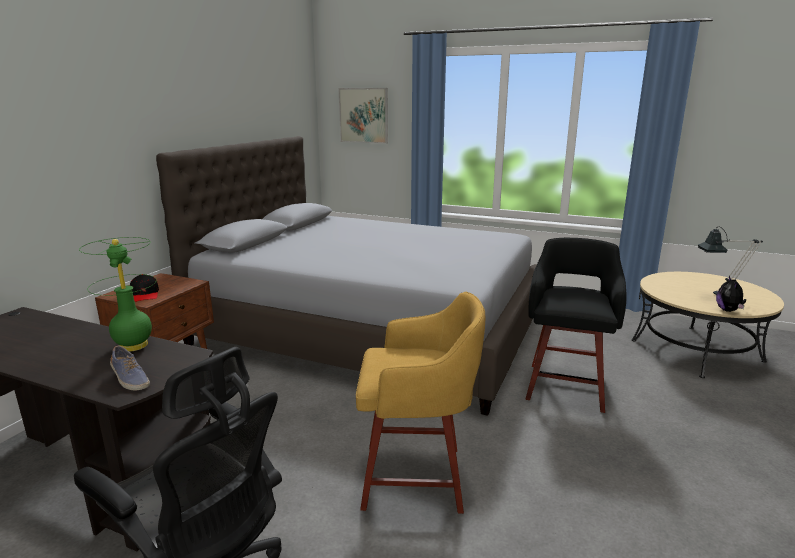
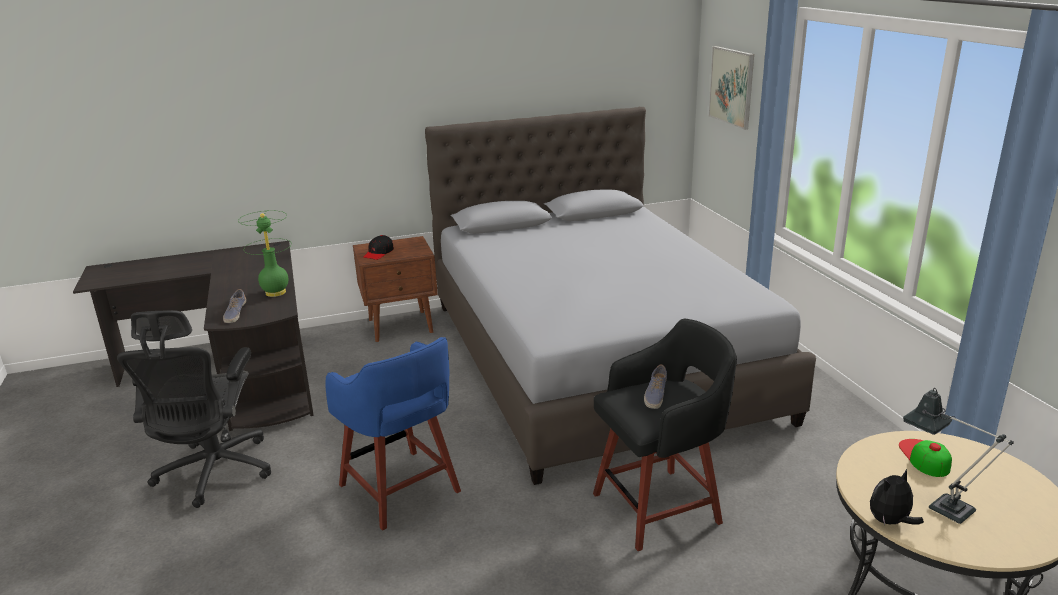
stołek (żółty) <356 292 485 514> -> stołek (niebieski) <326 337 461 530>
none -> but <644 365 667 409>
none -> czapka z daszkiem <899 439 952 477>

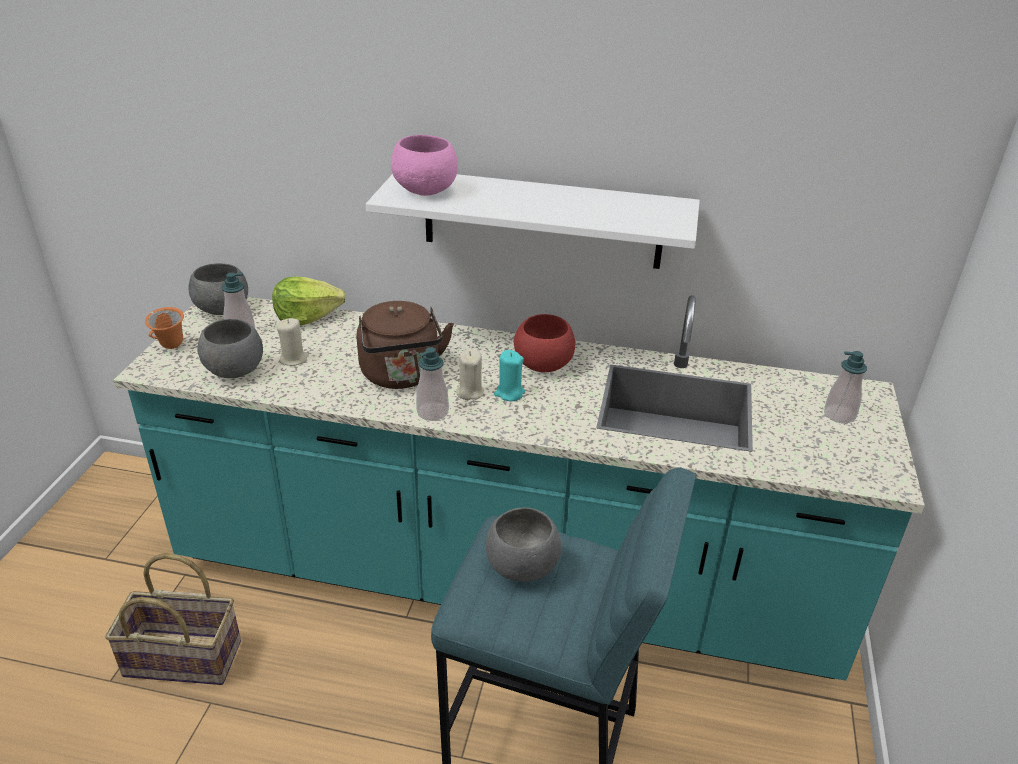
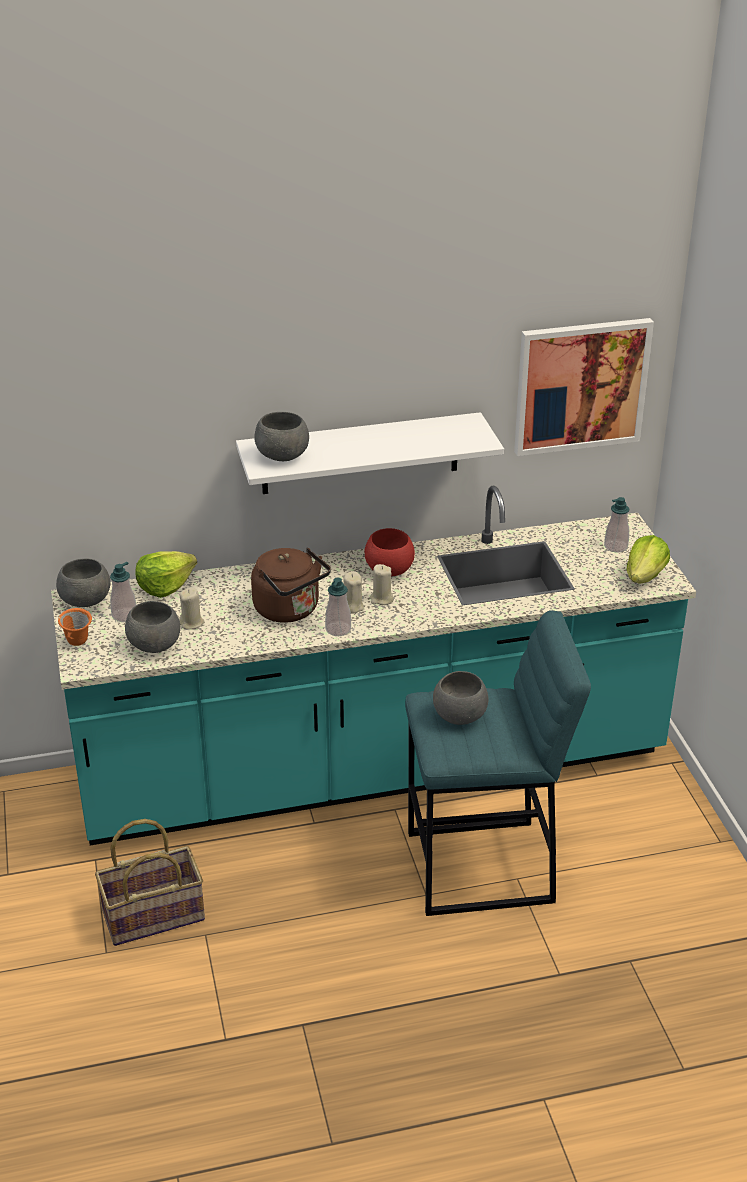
miska (różowy) <391 135 458 196> -> miska (szary) <254 412 309 461>
świeca (turkusowy) <494 350 525 401> -> świeca (beżowy) <370 564 394 605>
none -> obraz <514 318 654 456>
none -> sałata <627 535 670 583>

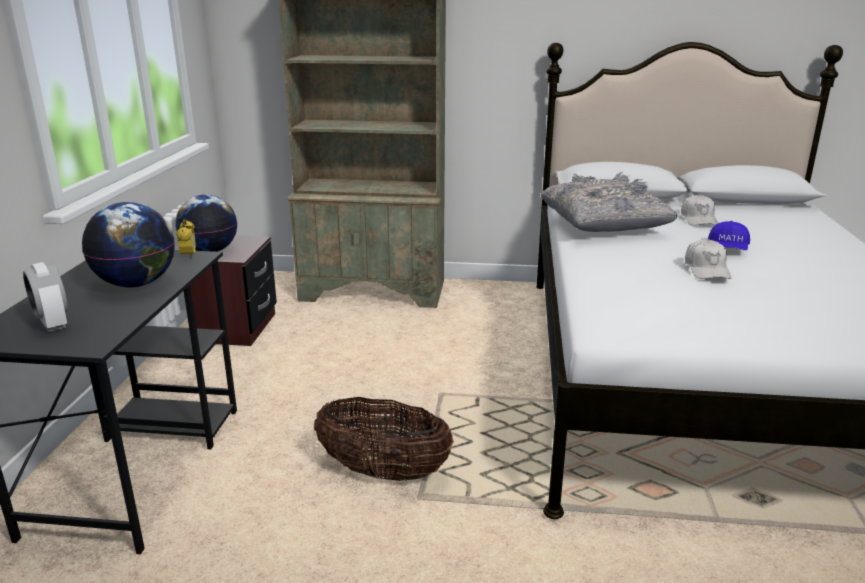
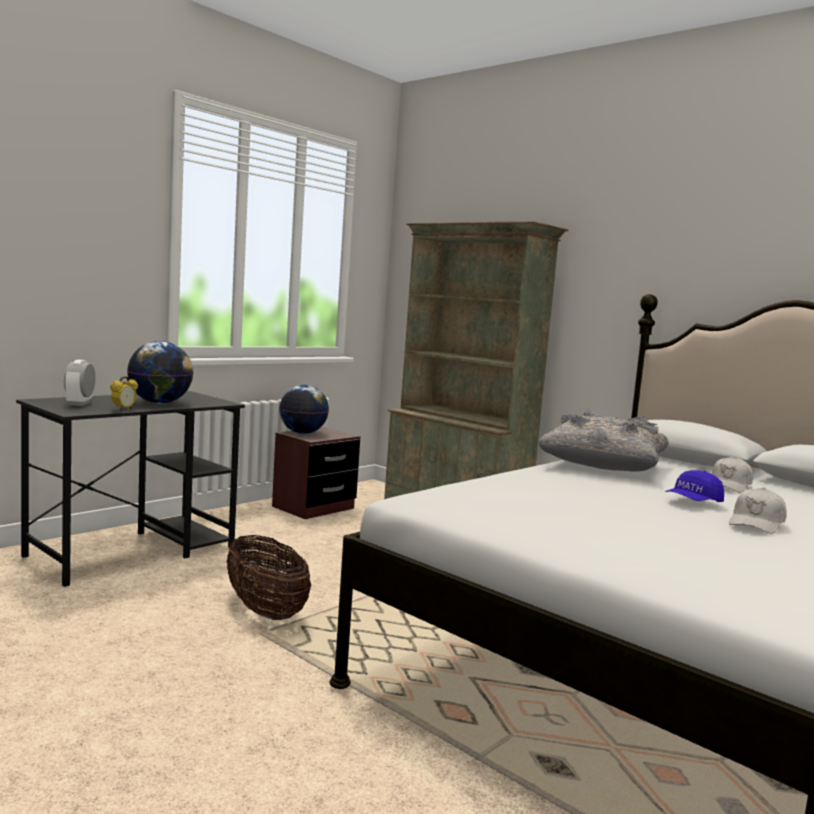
budzik <176 219 196 259> -> budzik <110 376 138 410>, moved
czapka z daszkiem (biały) <685 239 731 279> -> czapka z daszkiem (biały) <729 487 787 534>, moved

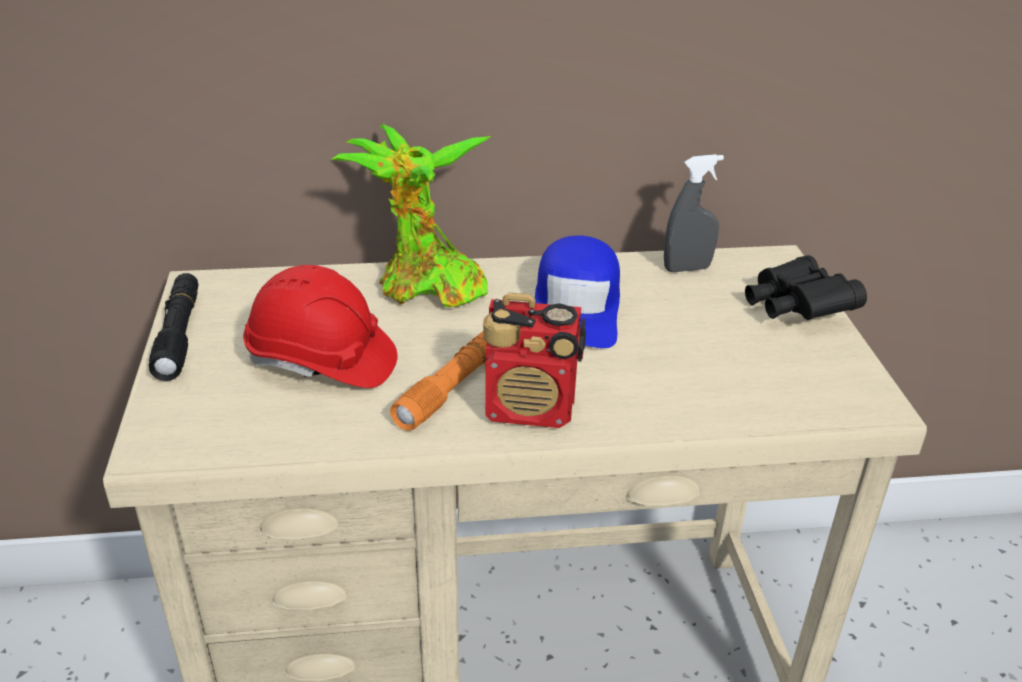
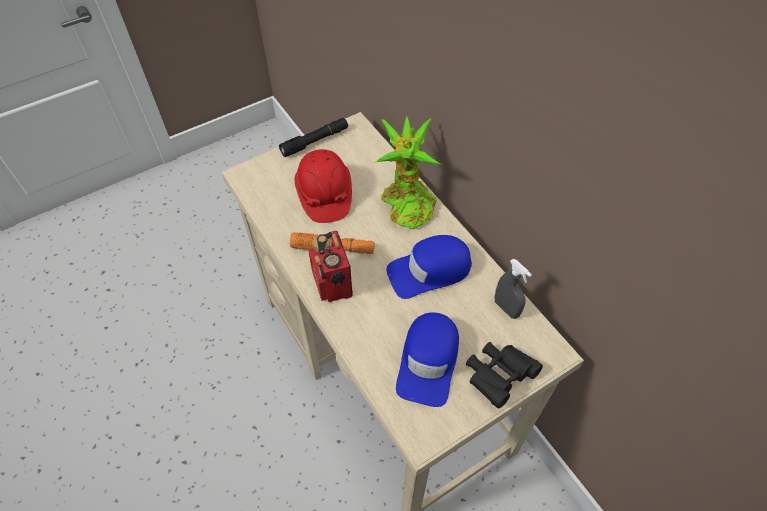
none -> czapka z daszkiem (niebieski) <396 312 459 407>

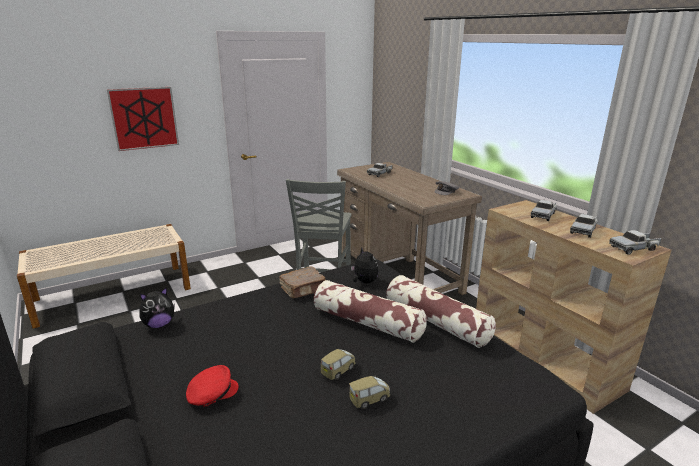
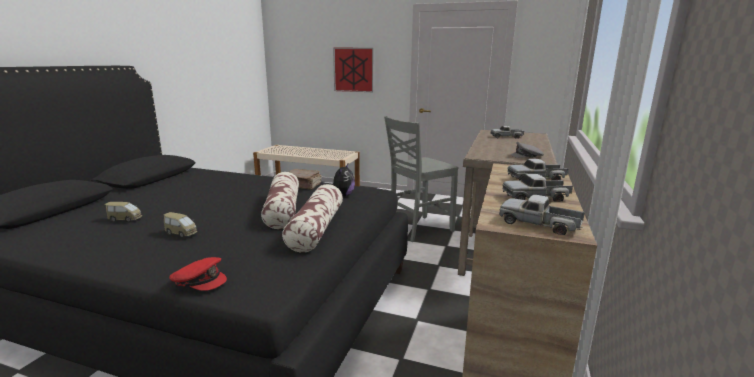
pluszak <140 288 175 328> -> none
czapka z daszkiem (czerwony) <186 365 239 407> -> czapka z daszkiem (czerwony) <169 257 227 291>, moved
samochodzik <321 349 356 380> -> samochodzik <105 202 142 222>, moved

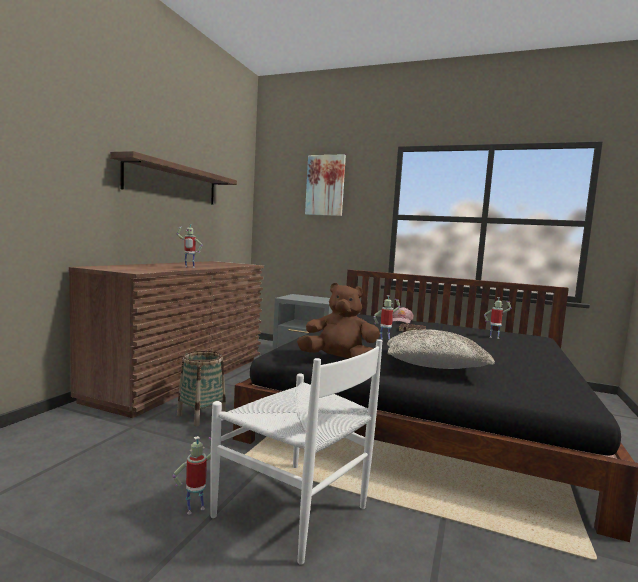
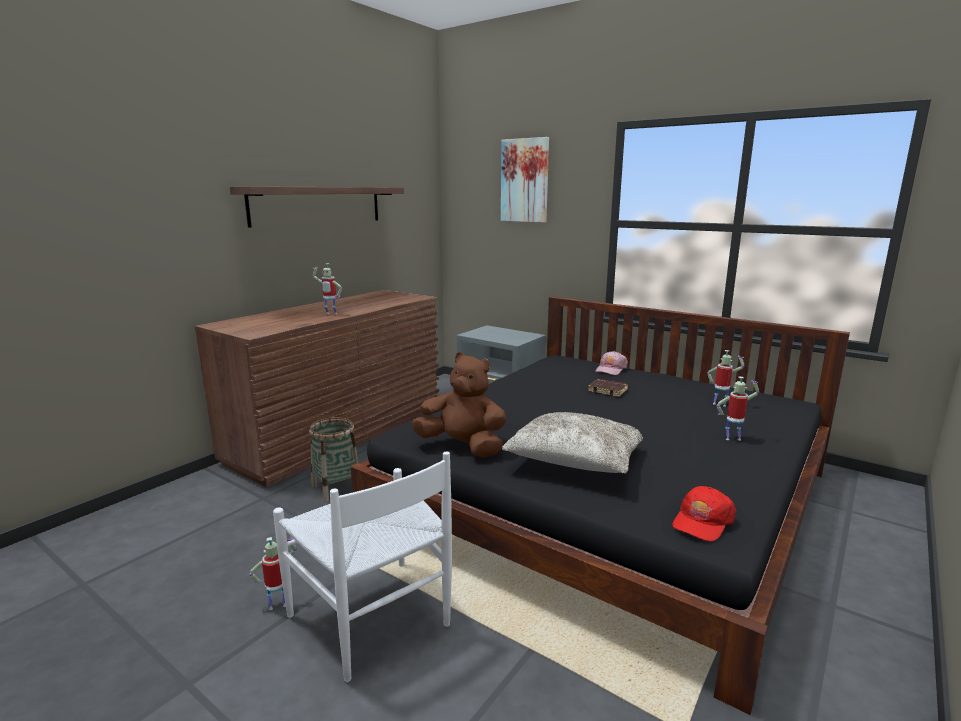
robot zabawkowy <373 296 400 342> -> robot zabawkowy <717 377 759 441>, moved
none -> czapka z daszkiem (czerwony) <673 486 736 541>

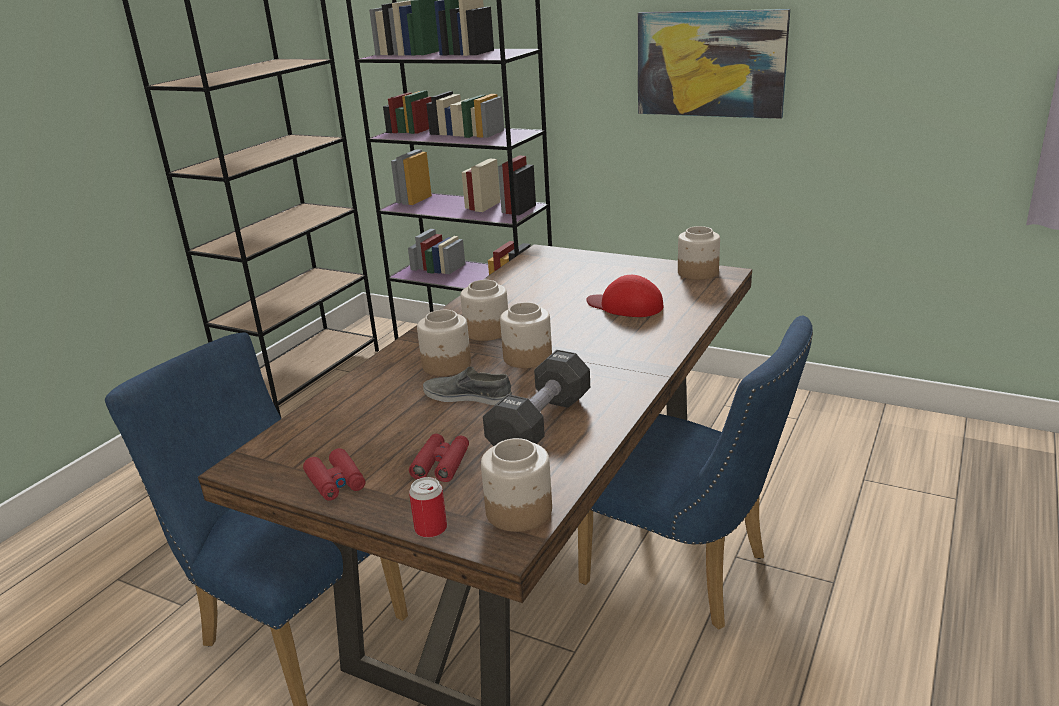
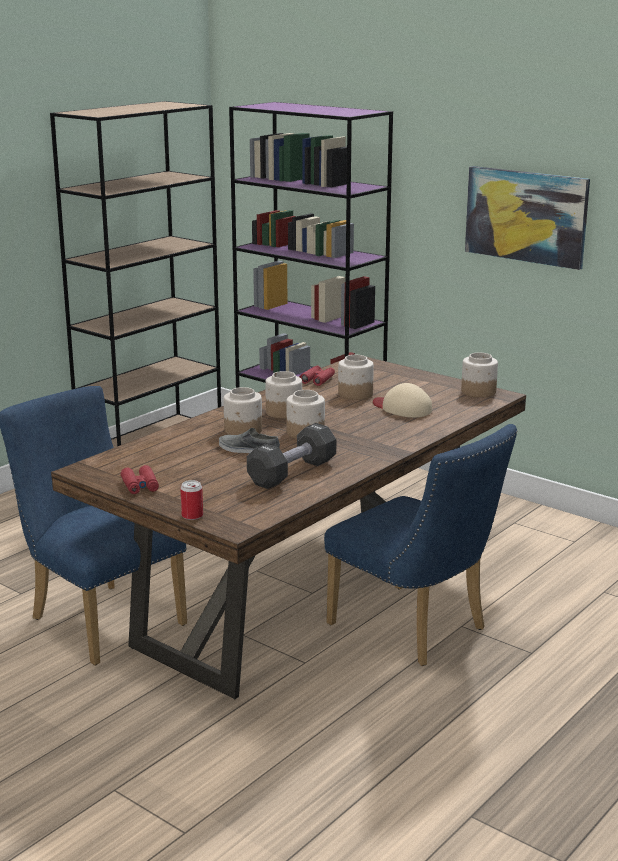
lornetka (czerwony) <409 434 469 482> -> lornetka (czerwony) <300 366 335 386>, moved
słoik <481 438 552 532> -> słoik <338 355 374 400>, moved
czapka z daszkiem (czerwony) <586 275 663 317> -> czapka z daszkiem (beżowy) <373 383 432 418>

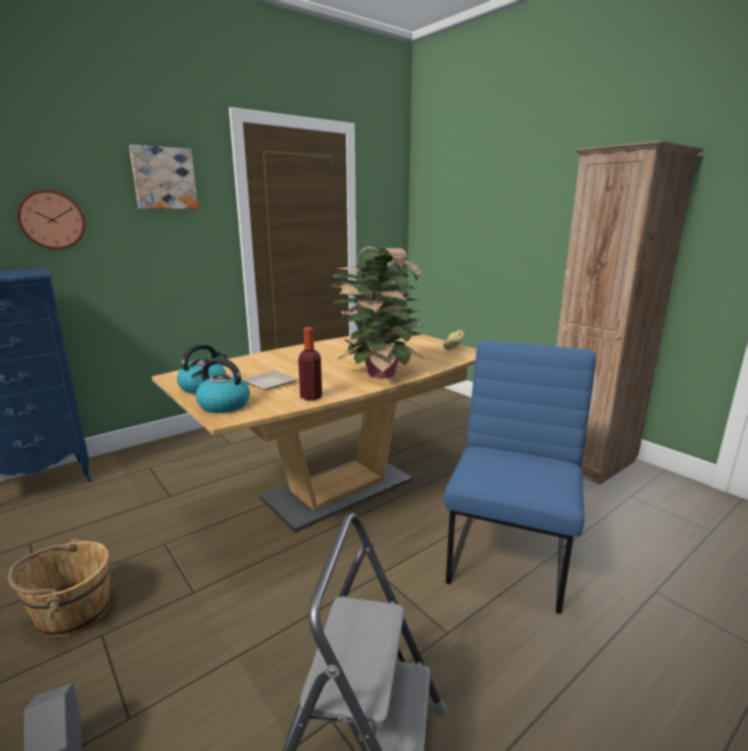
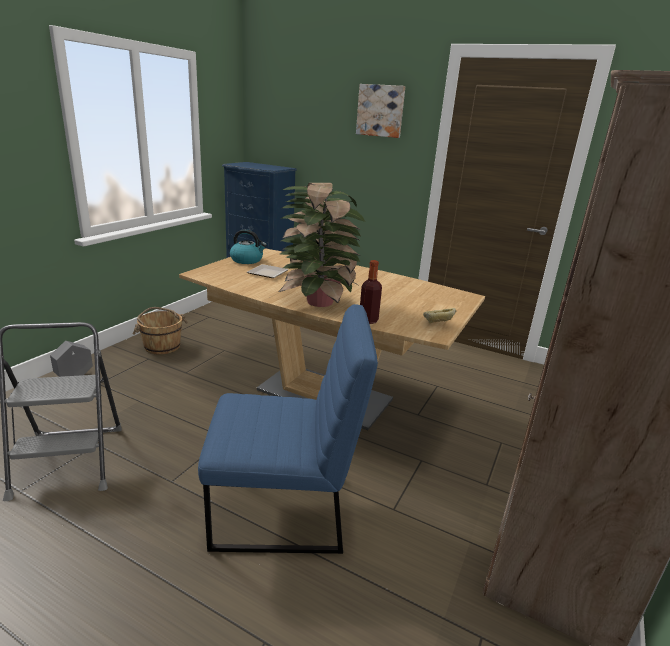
zegar ścienny <16 190 85 250> -> none
czajnik <191 358 250 413> -> none
butelka <298 327 322 400> -> butelka <360 260 382 324>, moved

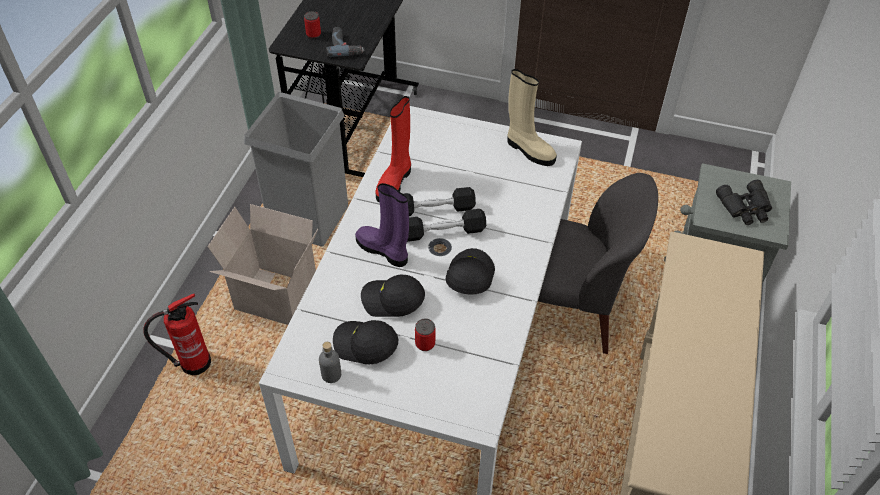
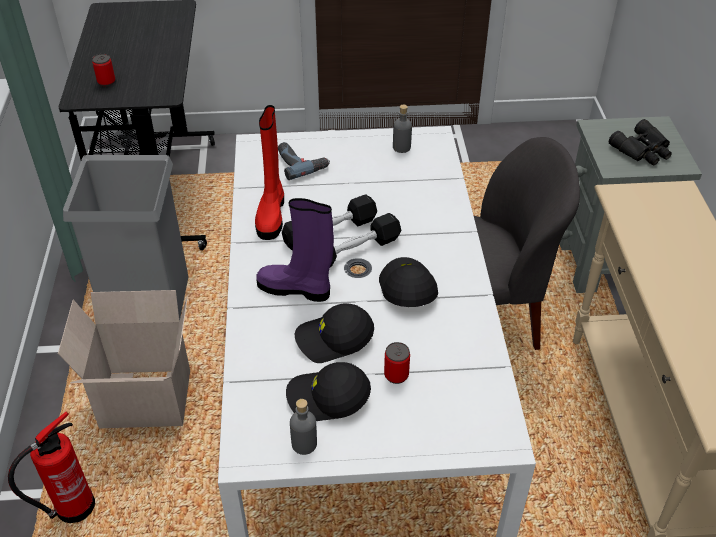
wiertarka <327 27 364 57> -> wiertarka <278 142 330 180>, moved
but z cholewką (beżowy) <507 69 557 166> -> butelka (szary) <393 104 412 153>

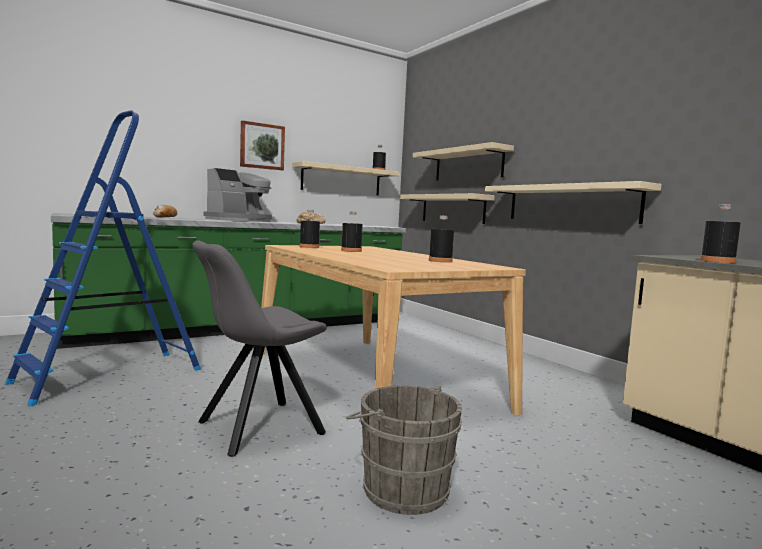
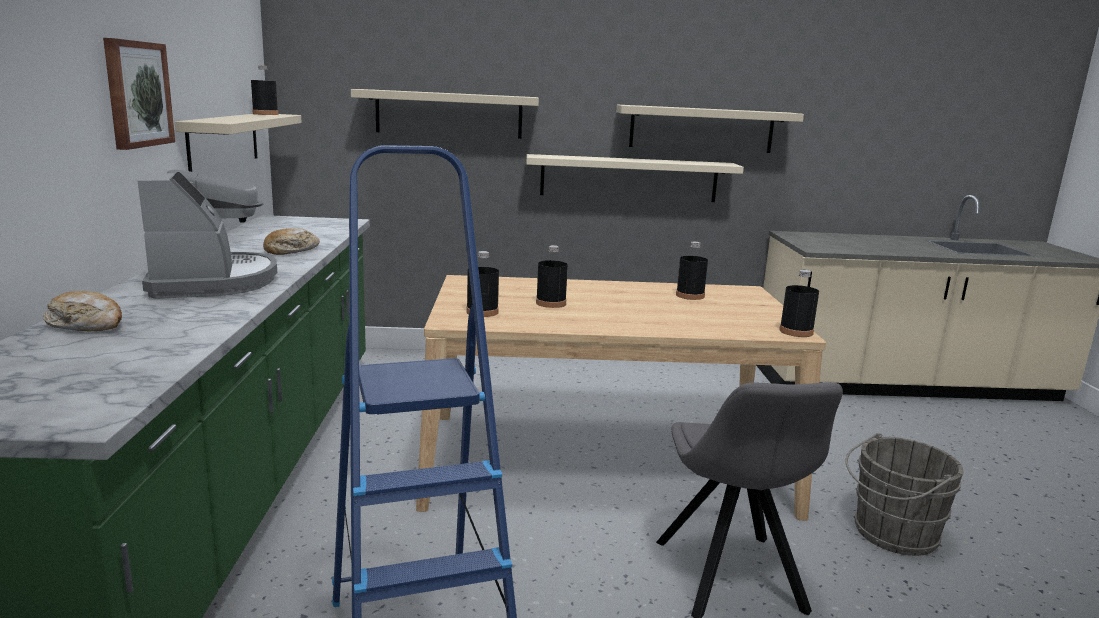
półka (beżowy) <400 193 495 224> -> półka (beżowy) <616 105 804 153>, moved
butelka (czarny) <701 204 741 263> -> butelka (czarny) <779 270 819 337>, moved

